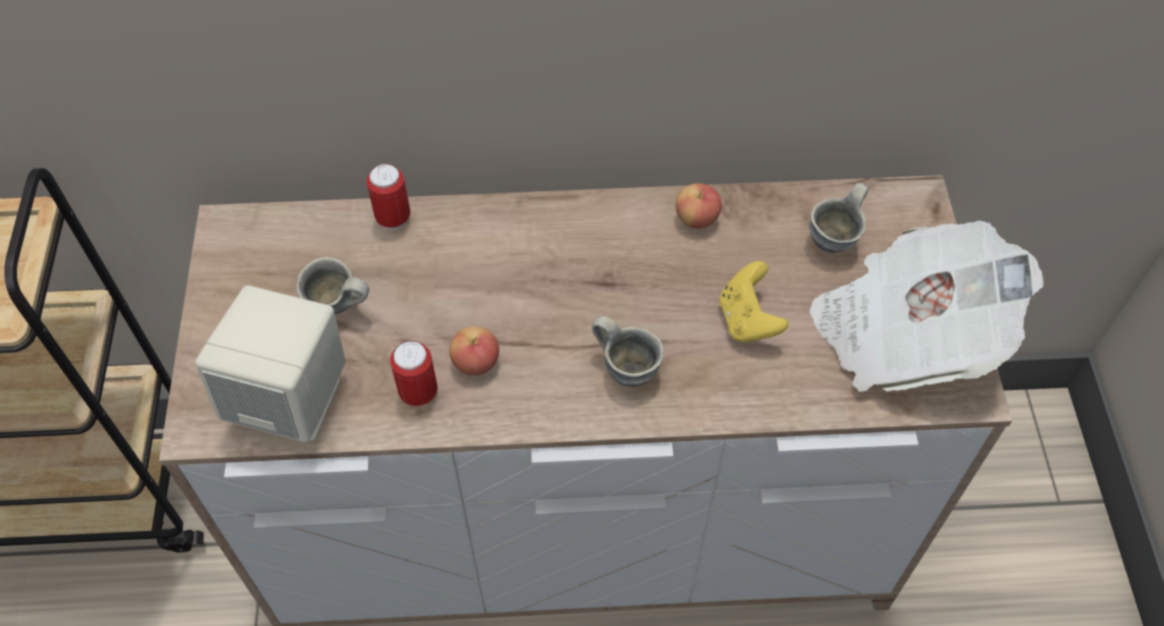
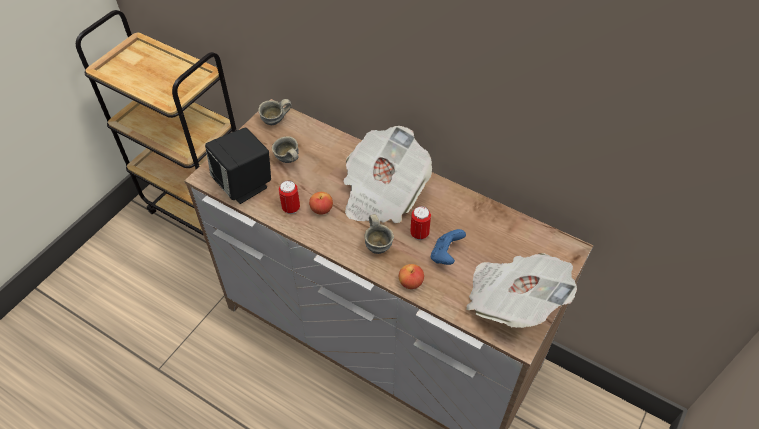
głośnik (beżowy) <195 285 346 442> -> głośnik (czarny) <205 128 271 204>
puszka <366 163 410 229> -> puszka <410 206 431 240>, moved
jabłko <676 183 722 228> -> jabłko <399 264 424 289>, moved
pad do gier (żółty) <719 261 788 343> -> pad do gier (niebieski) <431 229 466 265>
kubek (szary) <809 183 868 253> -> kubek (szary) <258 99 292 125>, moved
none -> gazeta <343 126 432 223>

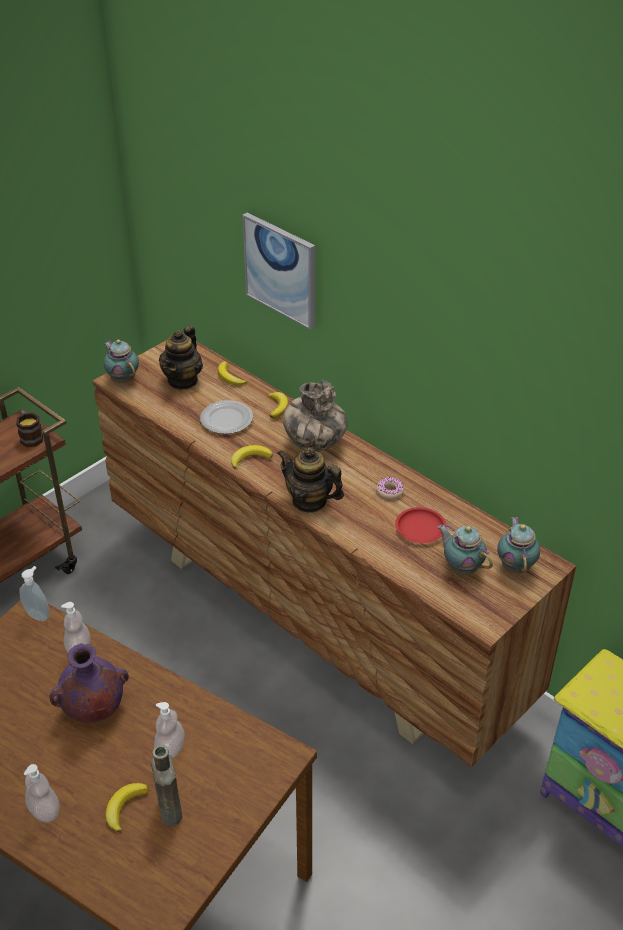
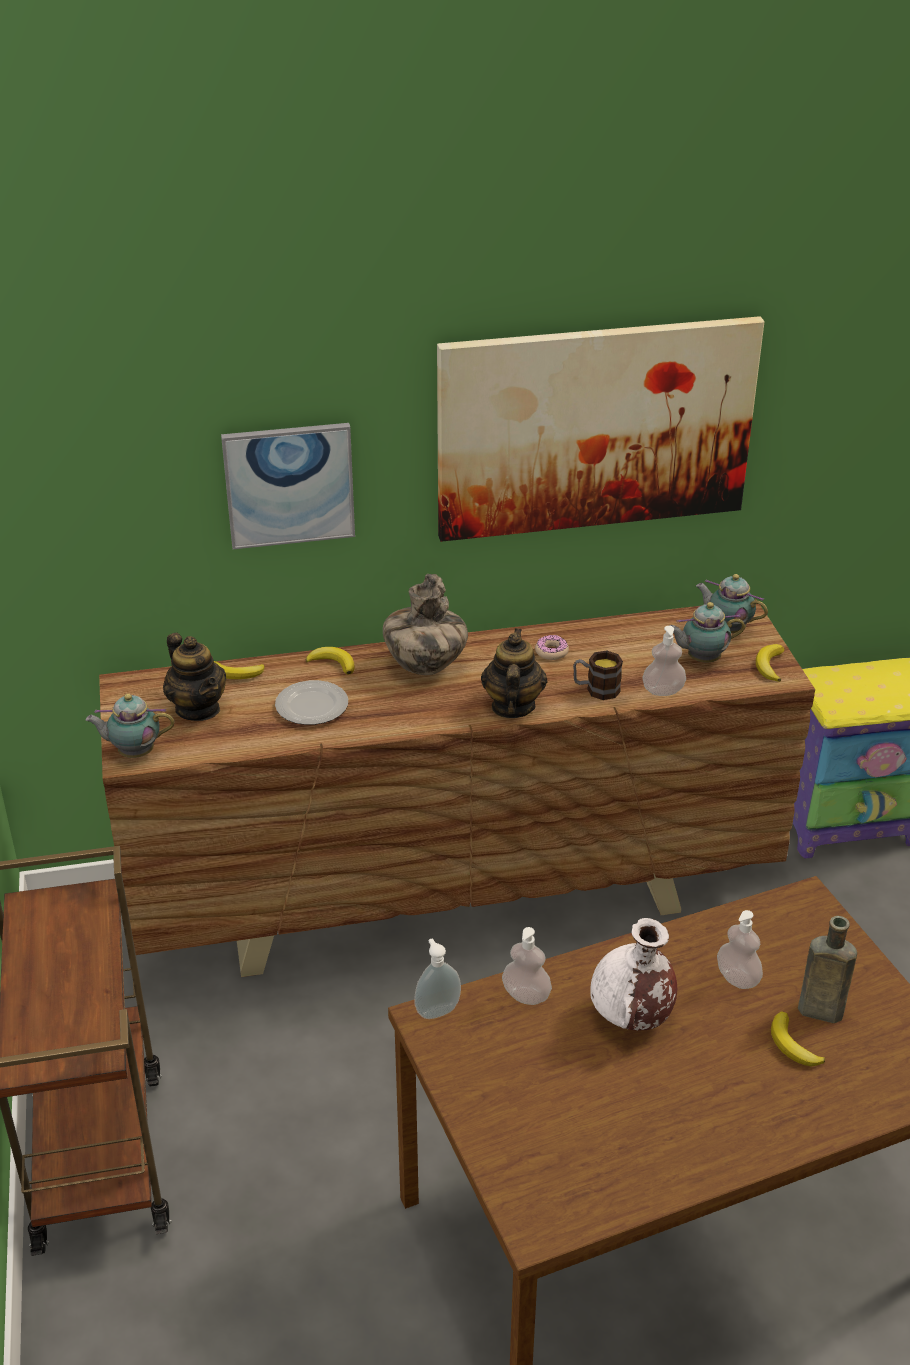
kubek <16 410 43 447> -> kubek <573 651 623 700>, moved
dozownik mydła <24 764 60 823> -> dozownik mydła <643 626 686 696>, moved
wazon (fioletowy) <49 643 129 723> -> wazon (biały) <590 918 677 1031>
banan <231 445 273 469> -> banan <756 644 784 682>, moved
imbryk <277 447 344 513> -> imbryk <481 628 548 718>, 120 degrees clockwise
talerz (czerwony) <395 507 447 543> -> none
none -> obraz <437 316 765 542>

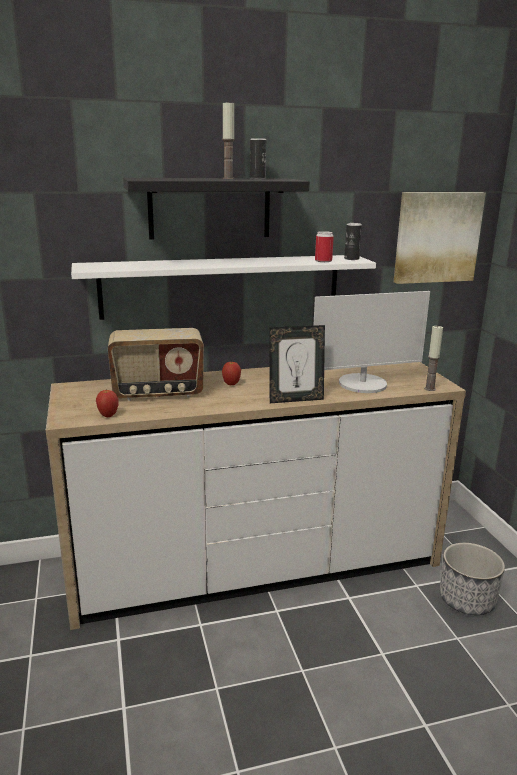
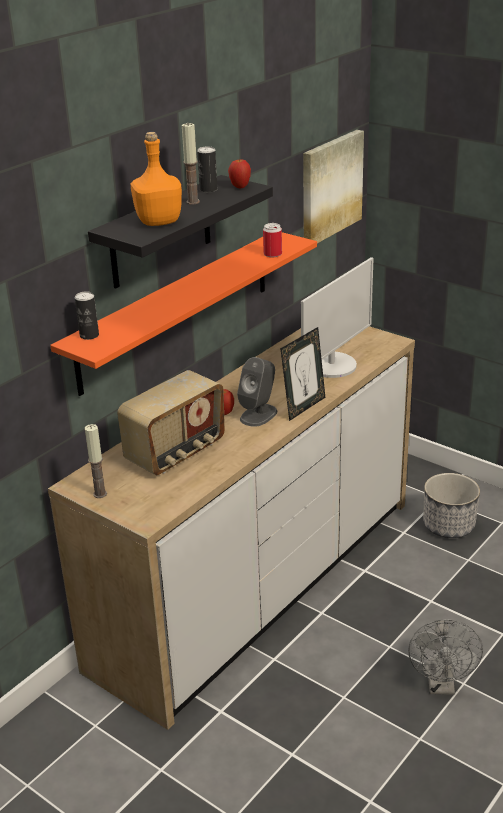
półka (biały) <71 255 376 320> -> półka (pomarańczowy) <50 232 317 396>
jabłko <96 390 119 417> -> jabłko <228 158 251 188>, moved
puszka <344 223 362 260> -> puszka <75 292 99 340>, moved
świeca <424 325 443 391> -> świeca <85 424 107 498>, moved
none -> butelka (pomarańczowy) <131 132 182 226>
none -> głośnik (szary) <237 357 277 427>
none -> wentylator (szary) <408 619 483 695>

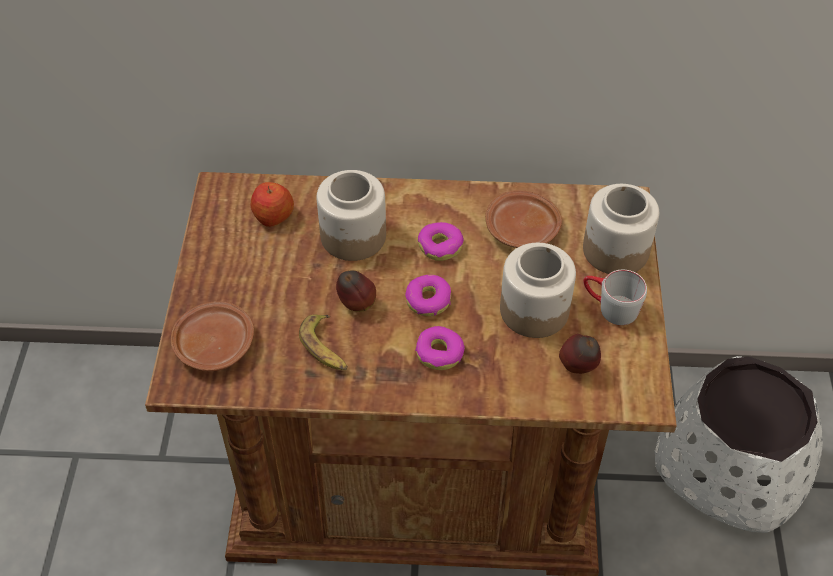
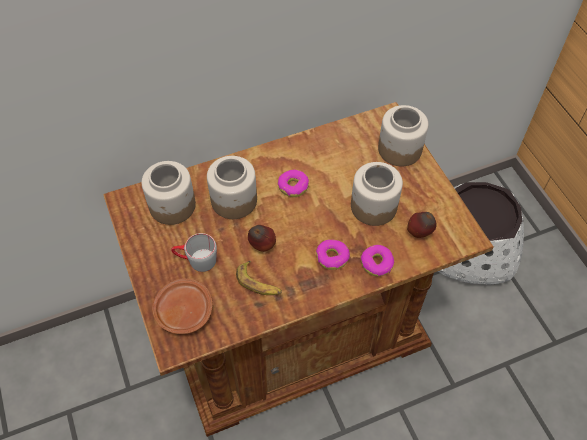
jabłko <251 182 294 227> -> słoik <141 161 196 225>
donut <405 275 451 316> -> donut <361 245 394 276>, moved
talerz (brązowy) <485 190 562 248> -> none
kubek (szary) <583 270 647 325> -> kubek (szary) <171 233 217 272>, moved

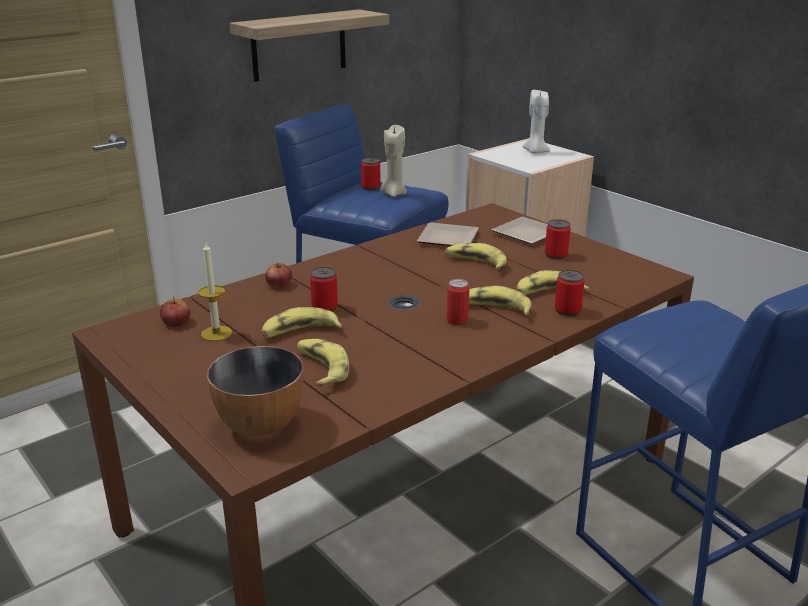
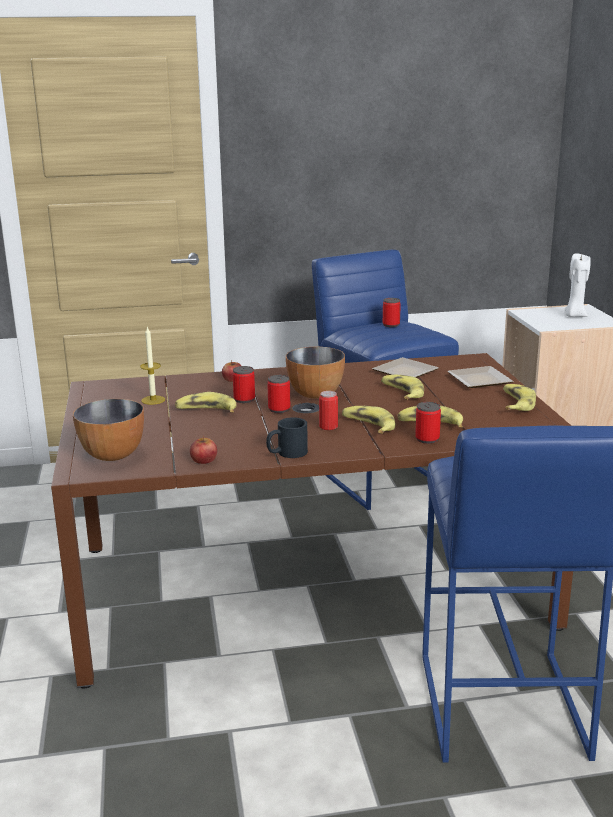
jabłko <160 296 190 327> -> jabłko <190 435 217 464>, moved
półka <229 9 389 81> -> none
banan <296 339 349 387> -> banan <503 384 536 411>, moved
świeca (beżowy) <380 125 407 197> -> none
puszka <545 219 570 259> -> puszka <267 375 290 413>, moved
none -> kubek (czarny) <266 417 308 458>
none -> miska <286 347 345 399>

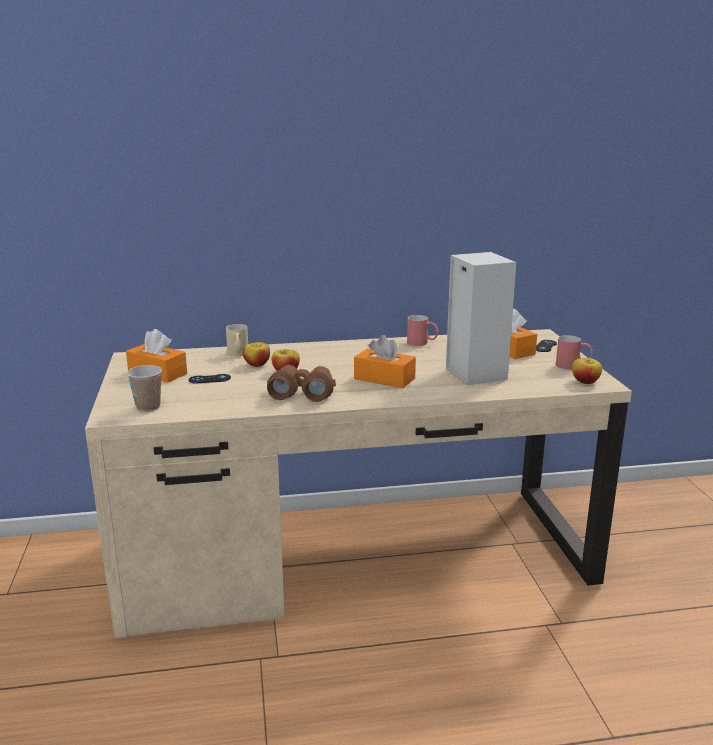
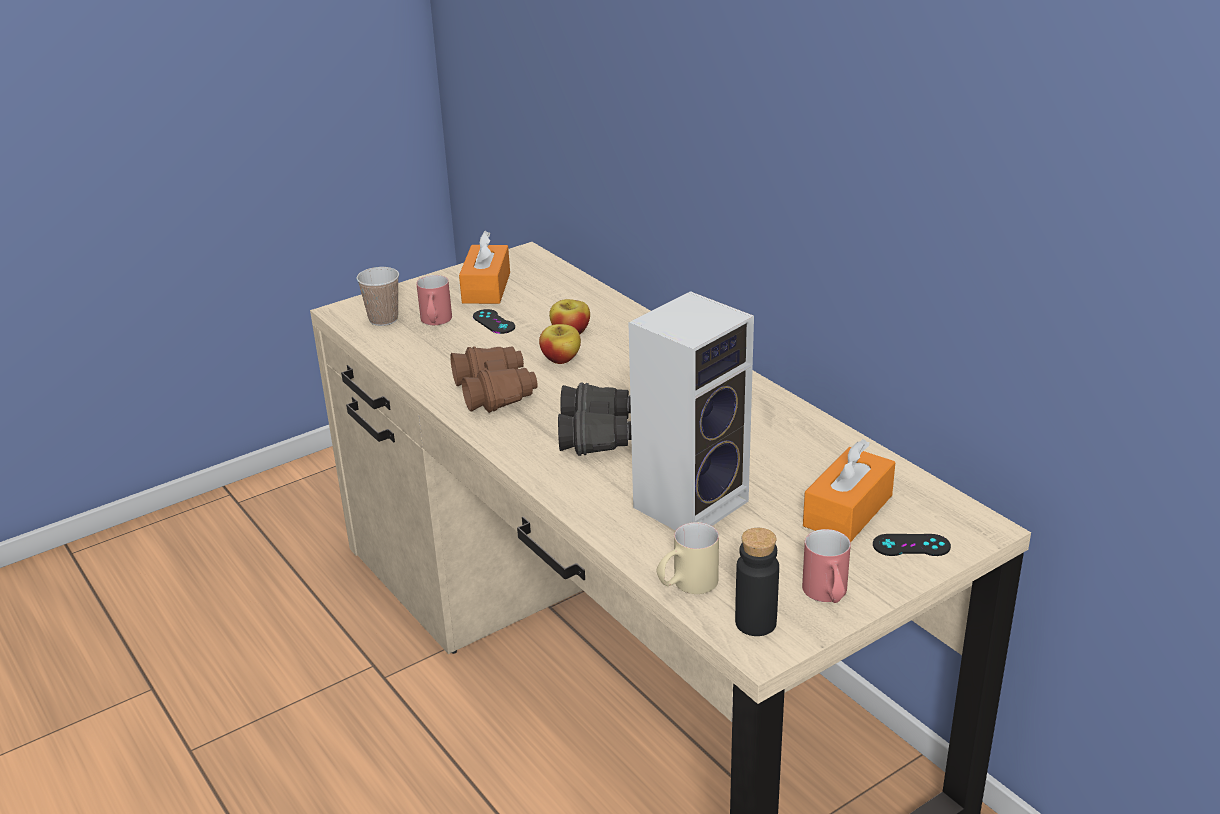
kubek (beżowy) <226 324 248 356> -> kubek (beżowy) <656 522 719 594>, moved
pudełko chusteczek (pomarańczowy) <354 335 416 388> -> lornetka (czarny) <558 382 631 456>
kubek (czerwony) <407 315 439 346> -> kubek (czerwony) <416 275 452 325>, moved
jabłko <572 358 602 384> -> butelka (czarny) <735 528 779 636>

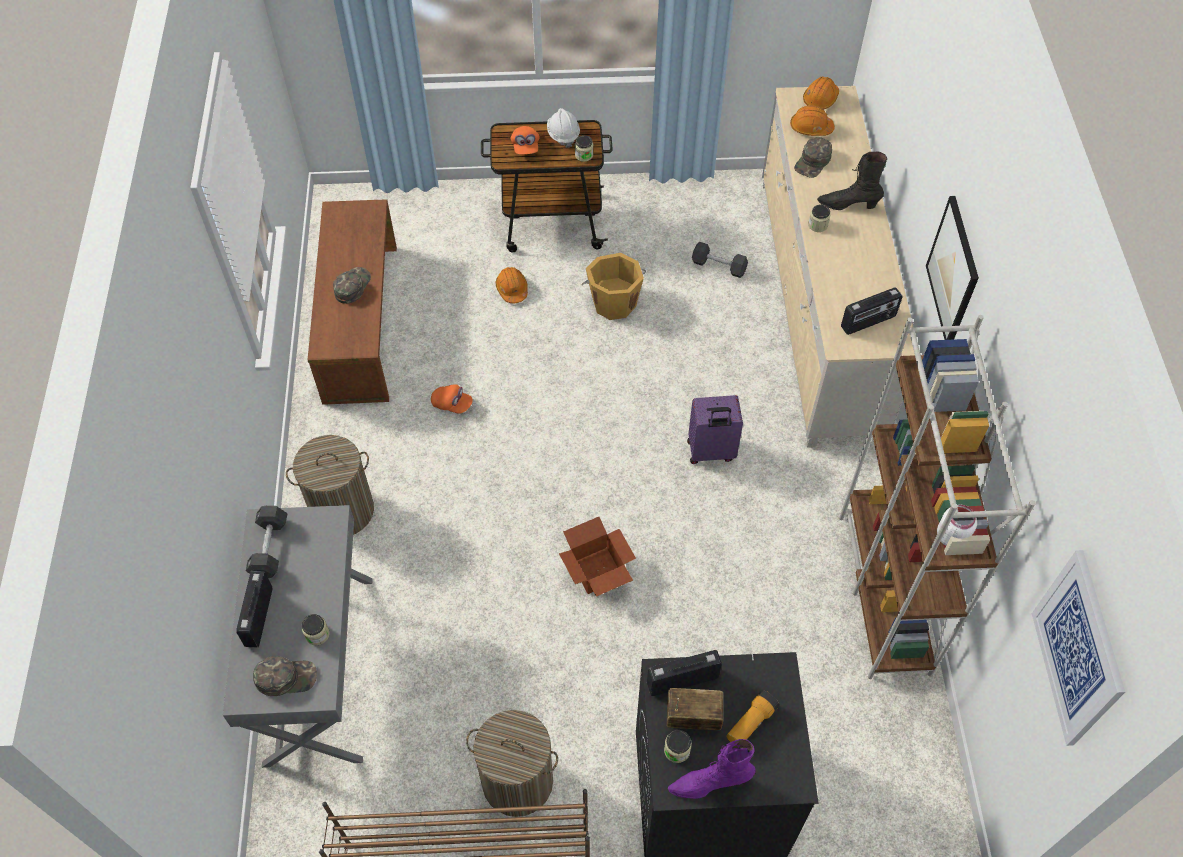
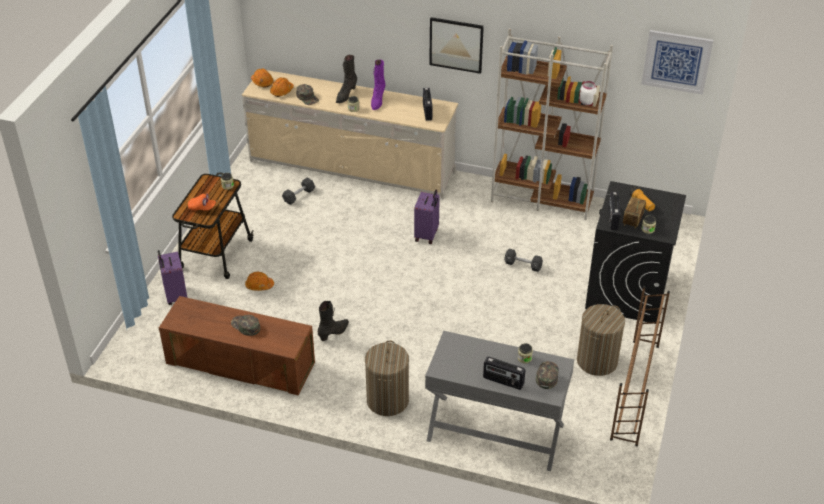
hantel (czarny) <246 506 288 578> -> hantel (czarny) <504 249 543 272>, moved
czapka z daszkiem (pomarańczowy) <431 384 473 414> -> but z cholewką (czarny) <318 301 349 341>
kask (biały) <547 108 580 148> -> none
karton <559 517 636 597> -> none
wiadro (pomarańczowy) <581 253 646 320> -> none
but z cholewką (fioletowy) <668 739 756 799> -> but z cholewką (fioletowy) <371 59 385 110>, moved
none -> walizka (fioletowy) <158 250 187 305>

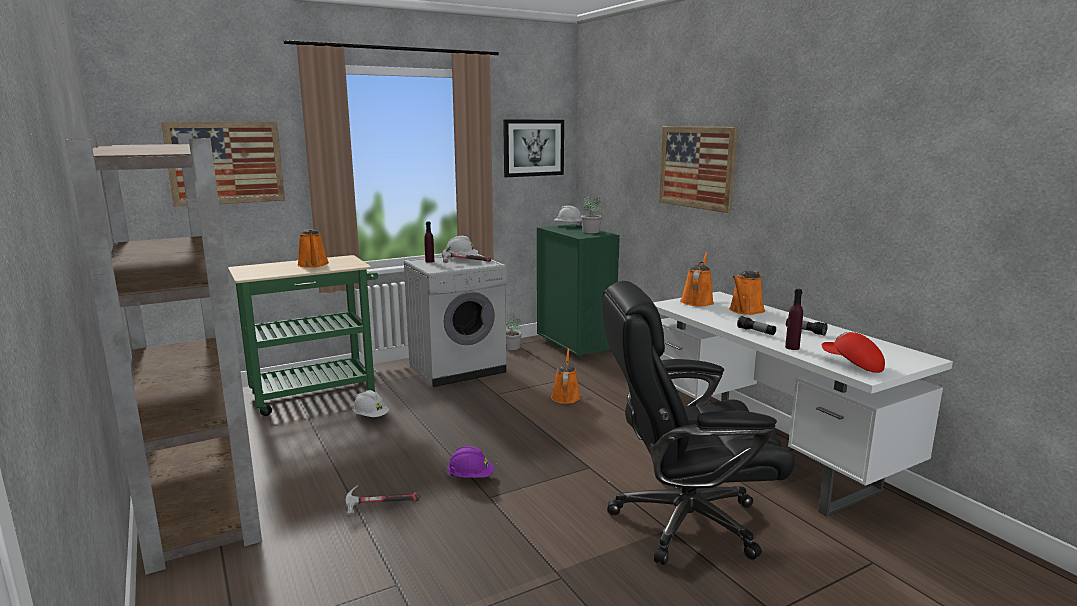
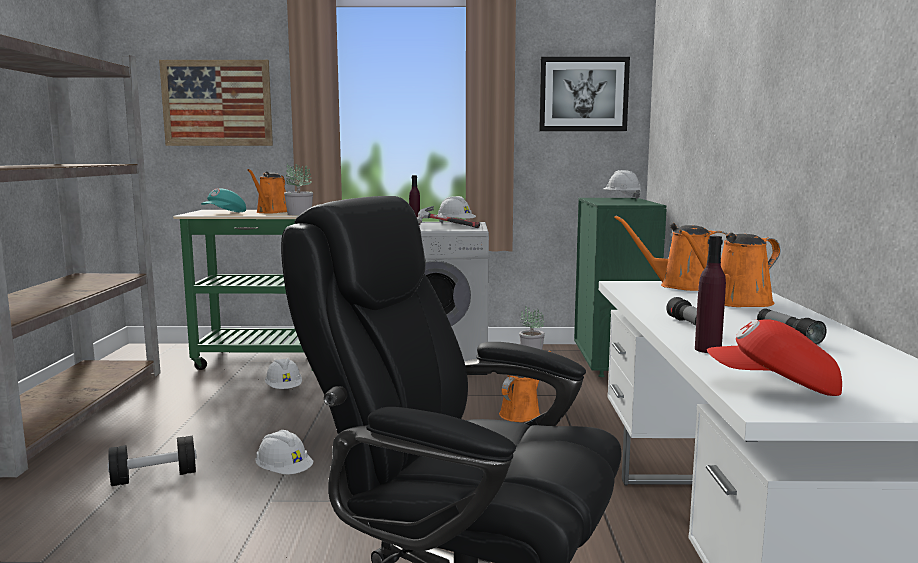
młotek <345 485 420 517> -> hantel (czarny) <108 435 197 486>
kask (fioletowy) <446 446 494 478> -> kask (biały) <255 430 314 474>
roślina doniczkowa <581 195 602 233> -> roślina doniczkowa <284 164 313 215>, moved
obraz <659 126 738 213> -> none
konewka (pomarańczowy) <680 252 714 306> -> konewka (pomarańczowy) <614 215 731 291>, 120 degrees counterclockwise
czapka z daszkiem (czerwony) <822 332 885 373> -> czapka z daszkiem (czerwony) <707 319 842 396>, 60 degrees counterclockwise
none -> czapka z daszkiem (turkusowy) <201 189 246 212>

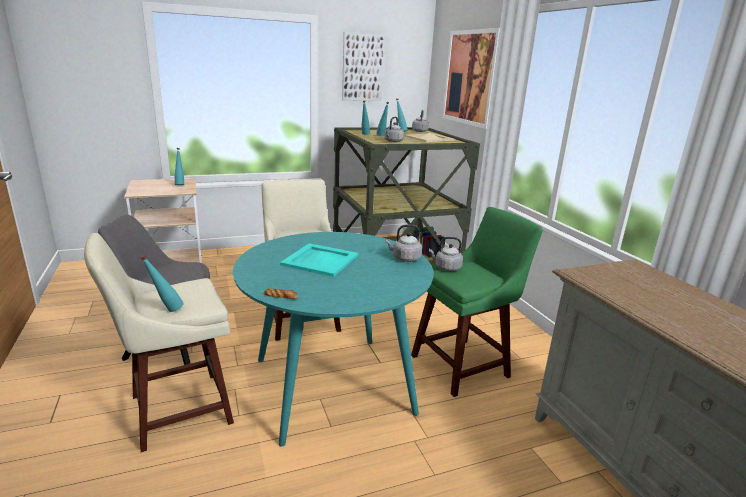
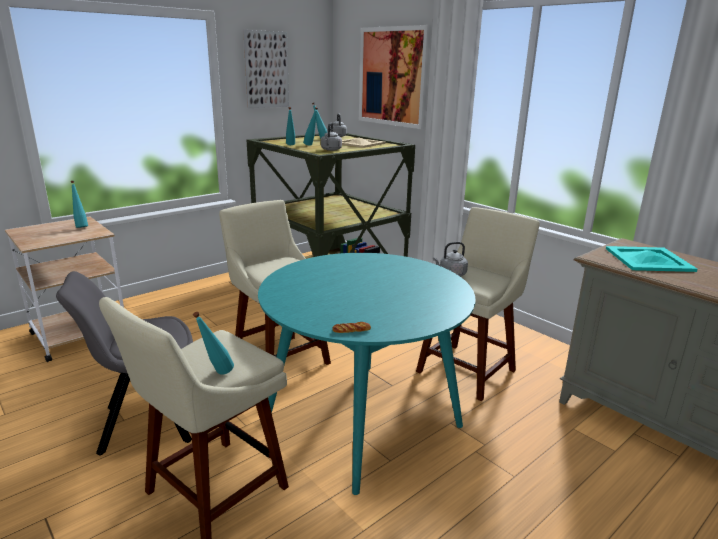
taca (turkusowy) <280 243 358 277> -> taca (turkusowy) <606 246 697 272>, moved
czajnik (szary) <385 225 422 262> -> none
stołek (zielony) <411 207 543 397> -> stołek (beżowy) <416 207 540 401>

